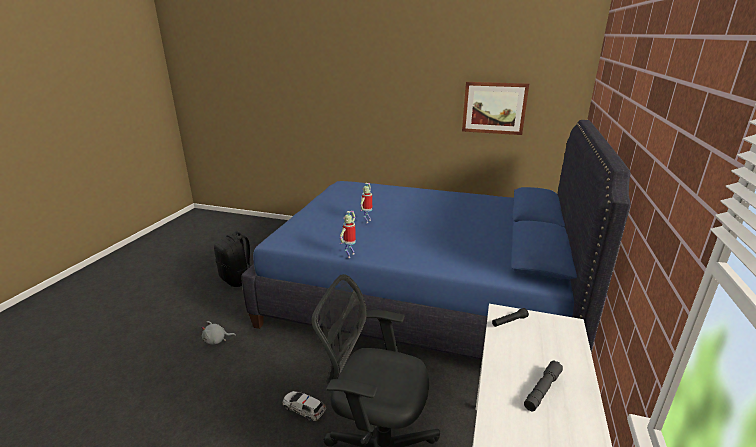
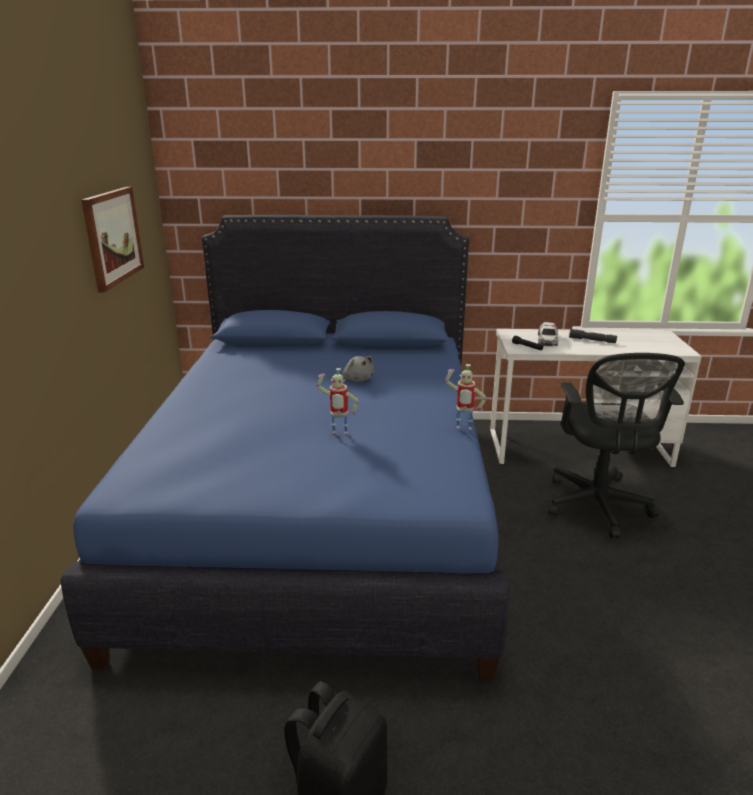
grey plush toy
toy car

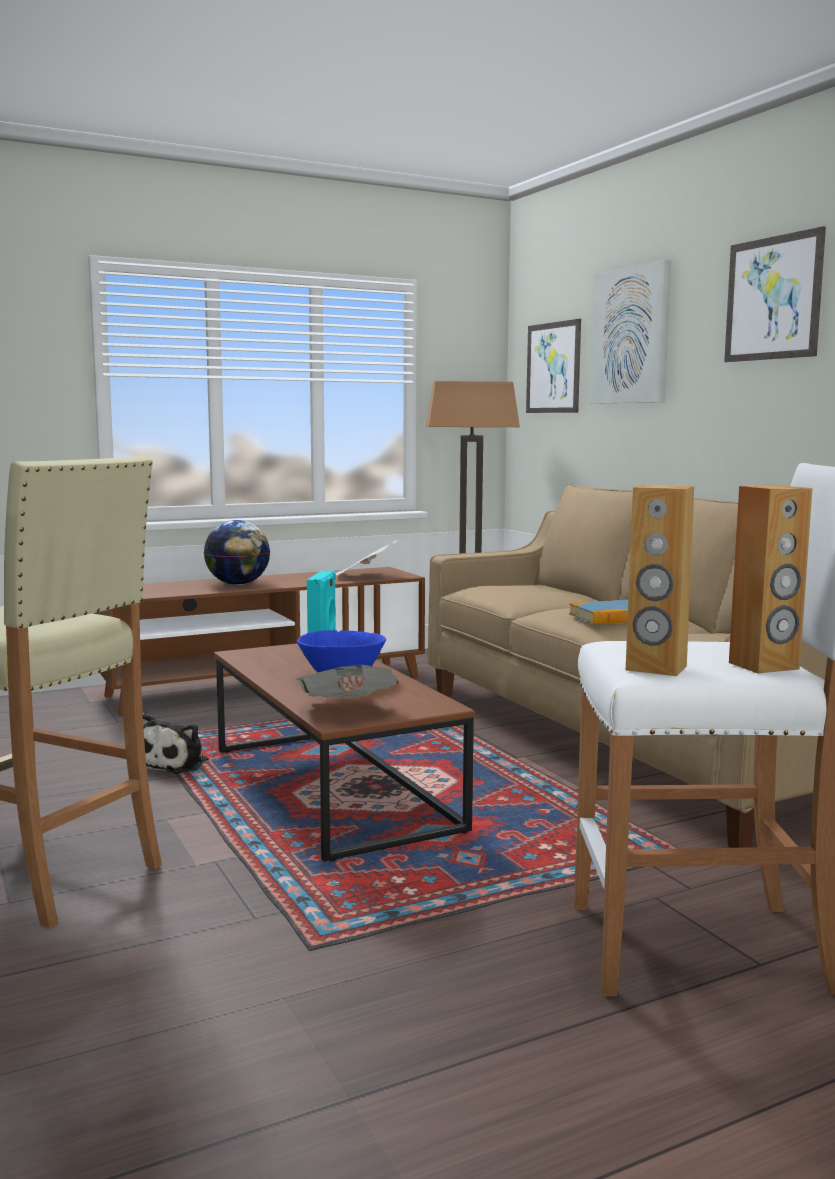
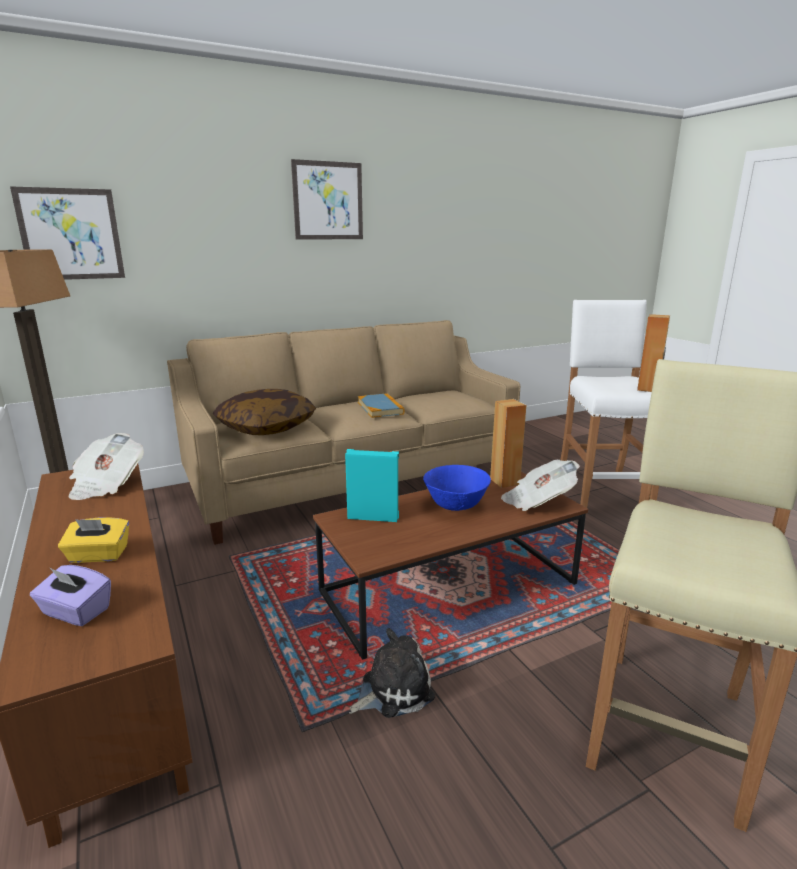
plush toy
yellow tissue box
picture (no. 2 from left in the first image)
brown speaker (no. 1 from left)
purple tissue box
pillow

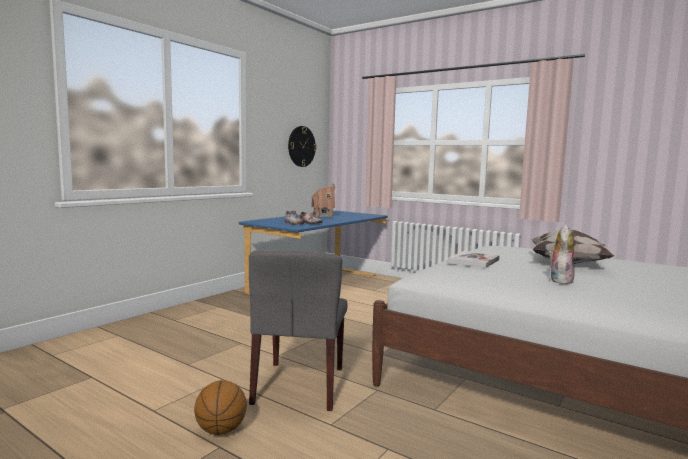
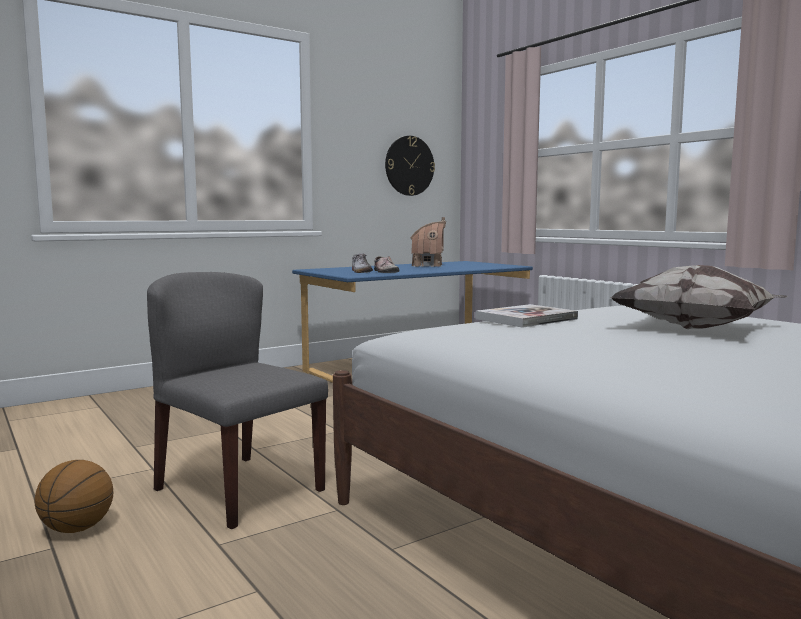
grey chair
plush toy

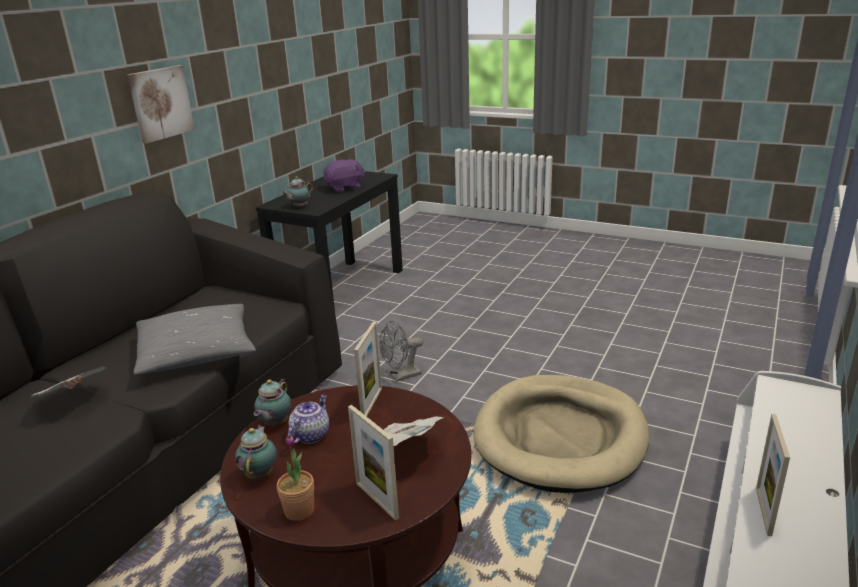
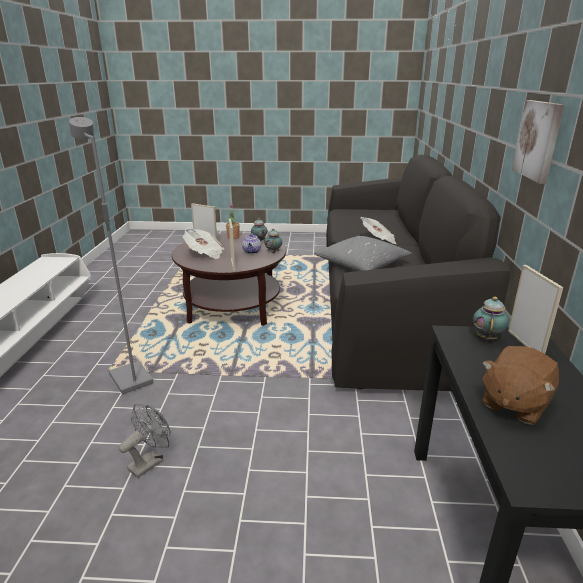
brown plush toy
grey fan
grey floor lamp
picture frame (no. 3 from left)

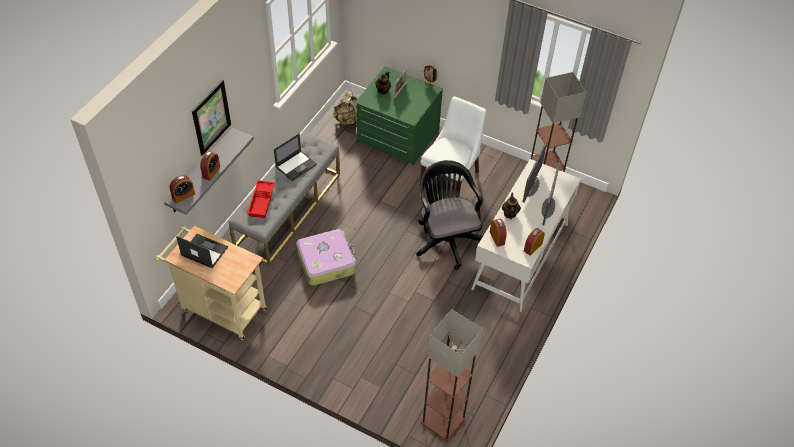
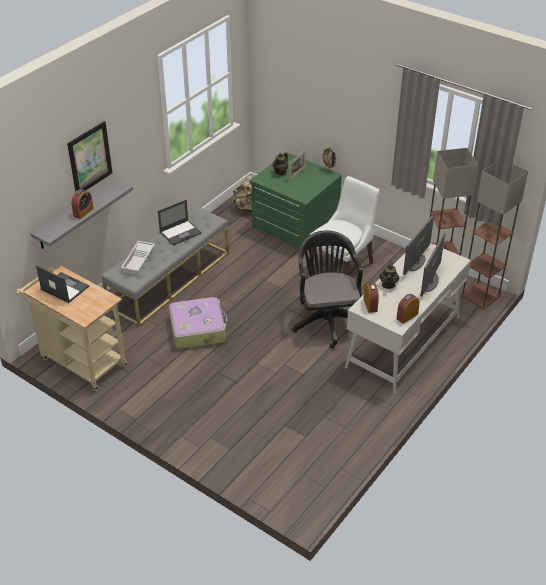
alarm clock (no. 1 from left in the first image)
white tray
floor lamp (no. 2 from left)

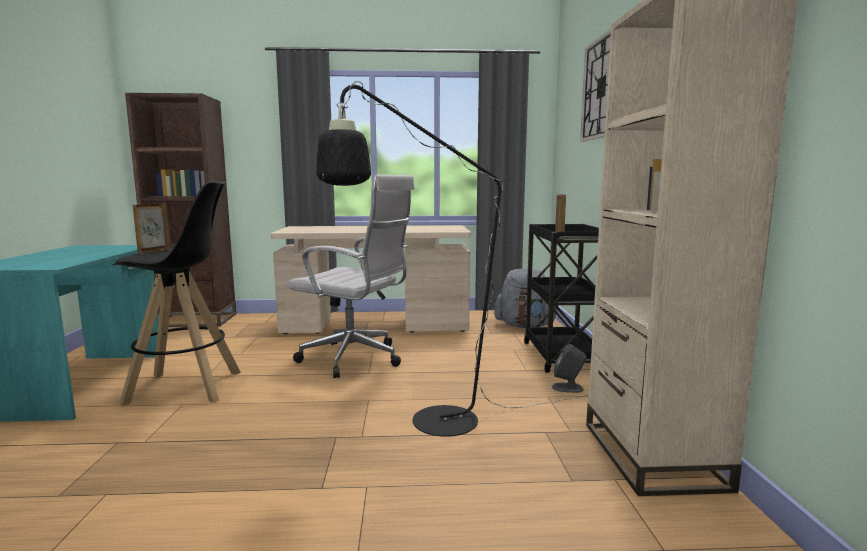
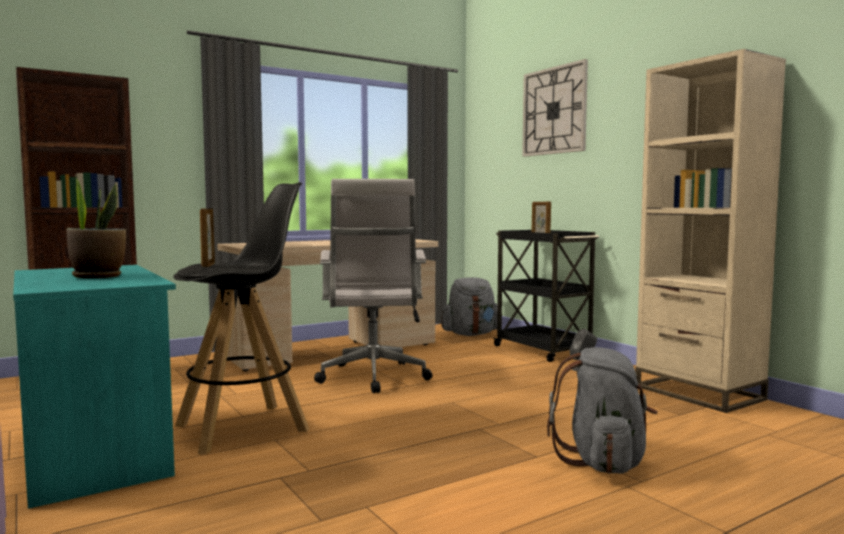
white office chair
black floor lamp
potted plant
grey backpack (no. 2 from left)

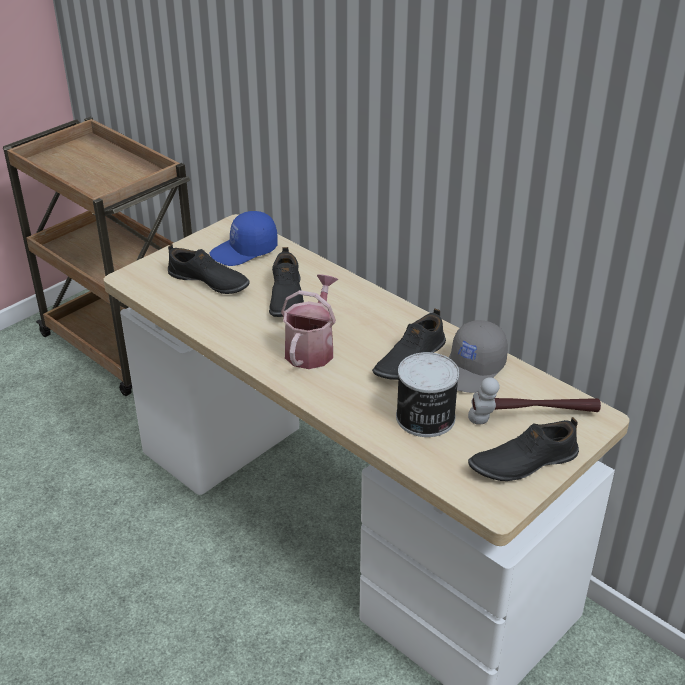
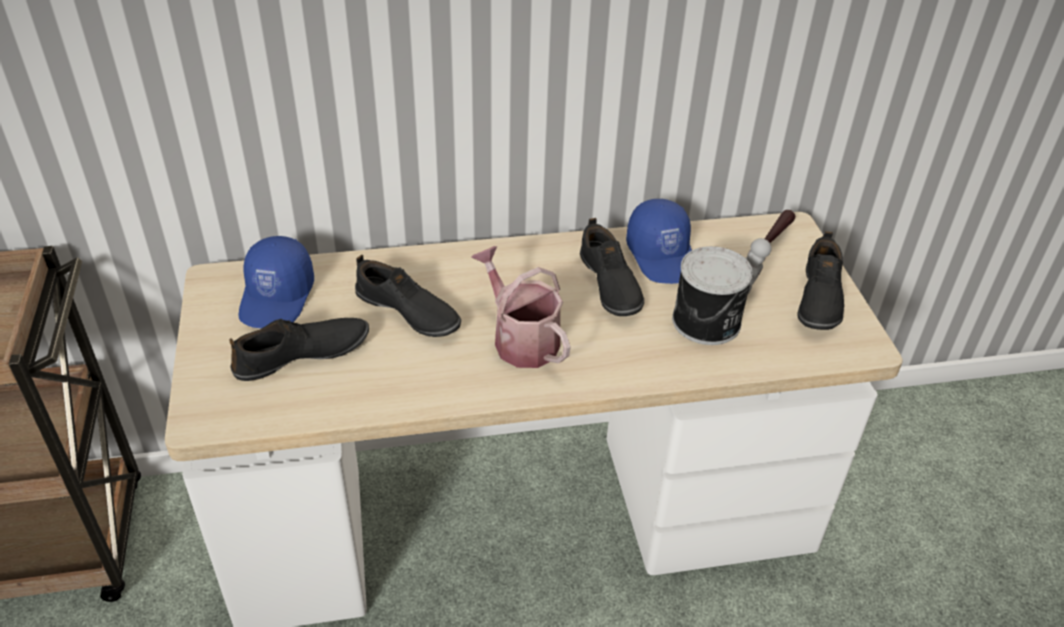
blue cap (no. 2 from left)

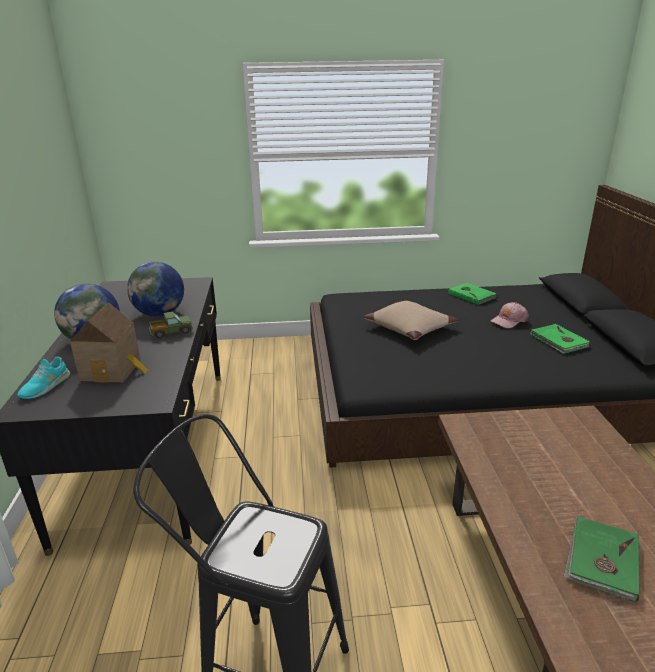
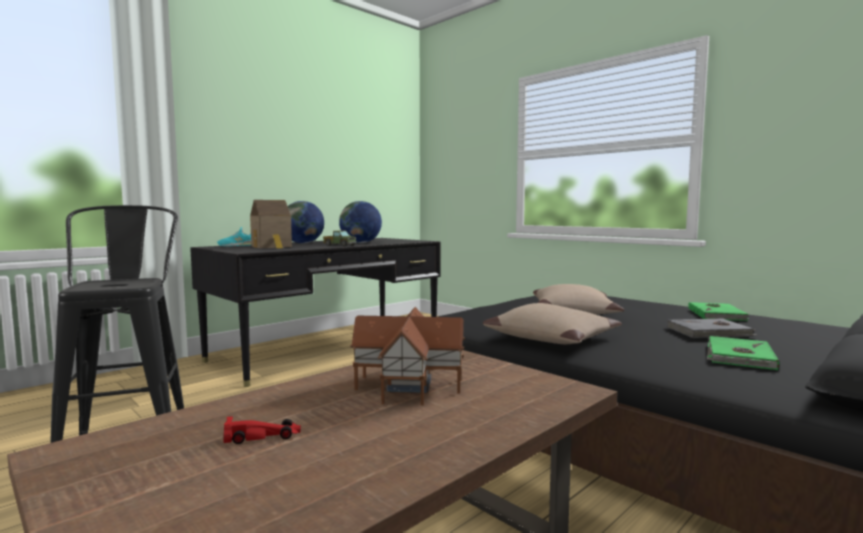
grey book
red toy car
toy house (no. 2 from left)
beige pillow (no. 1 from left)

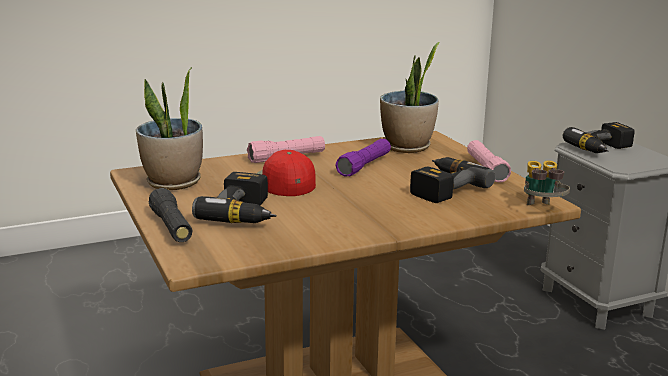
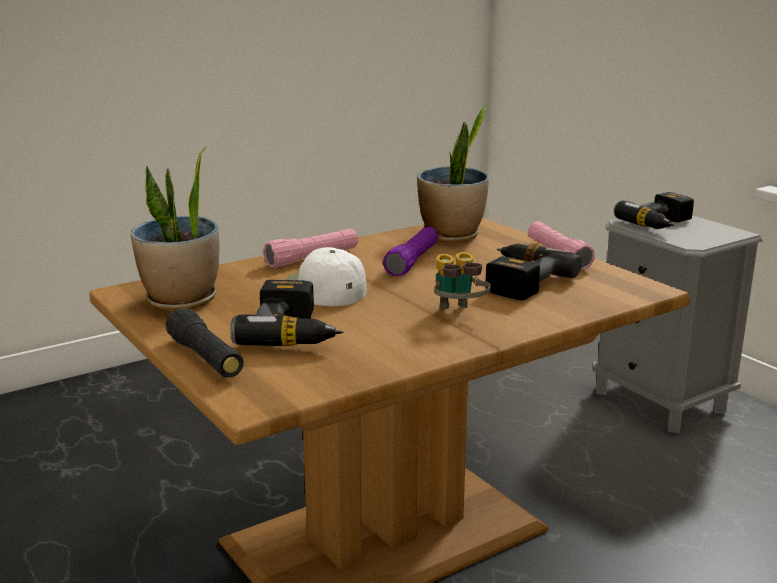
white cap
binoculars

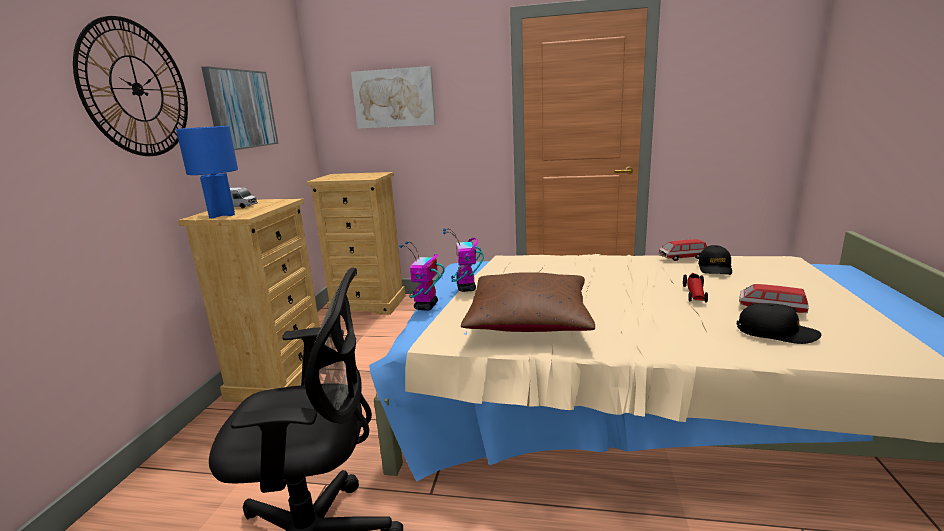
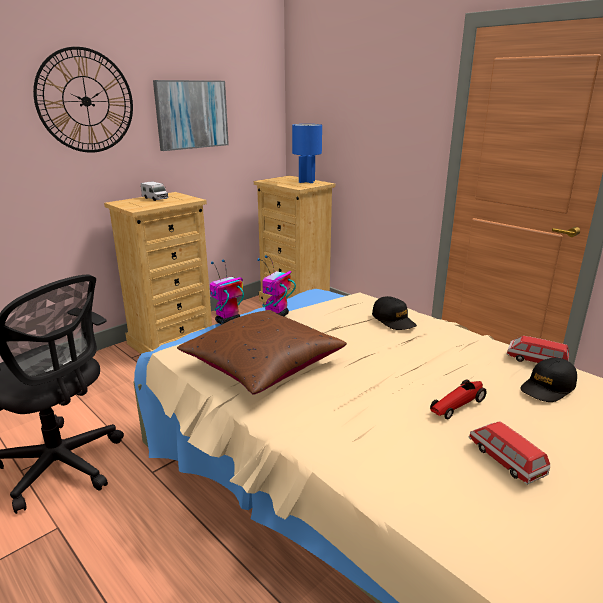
blue table lamp
picture (no. 2 from left in the first image)
black cap (no. 1 from left)

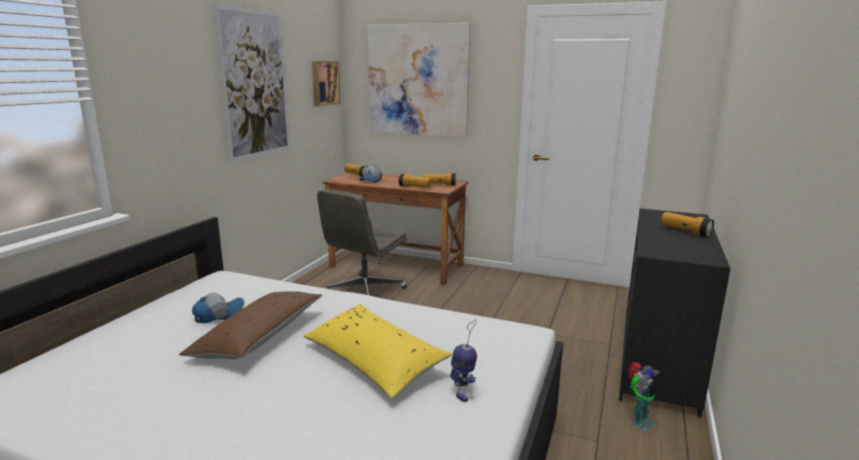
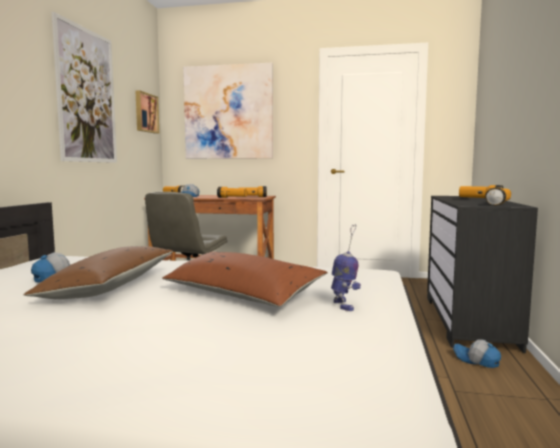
brown pillow (no. 2 from left)
cap (no. 3 from left)
flashlight (no. 5 from left)

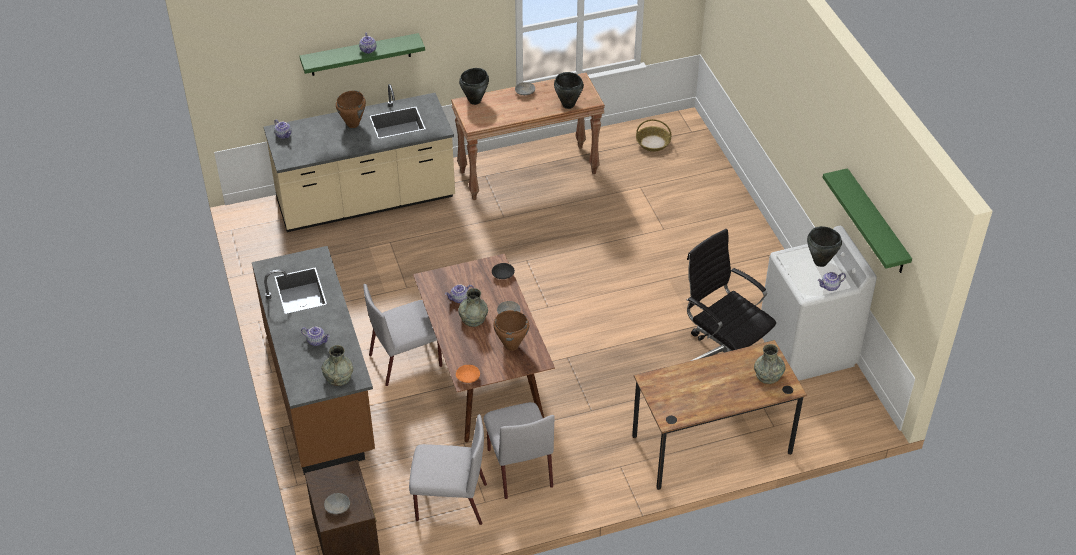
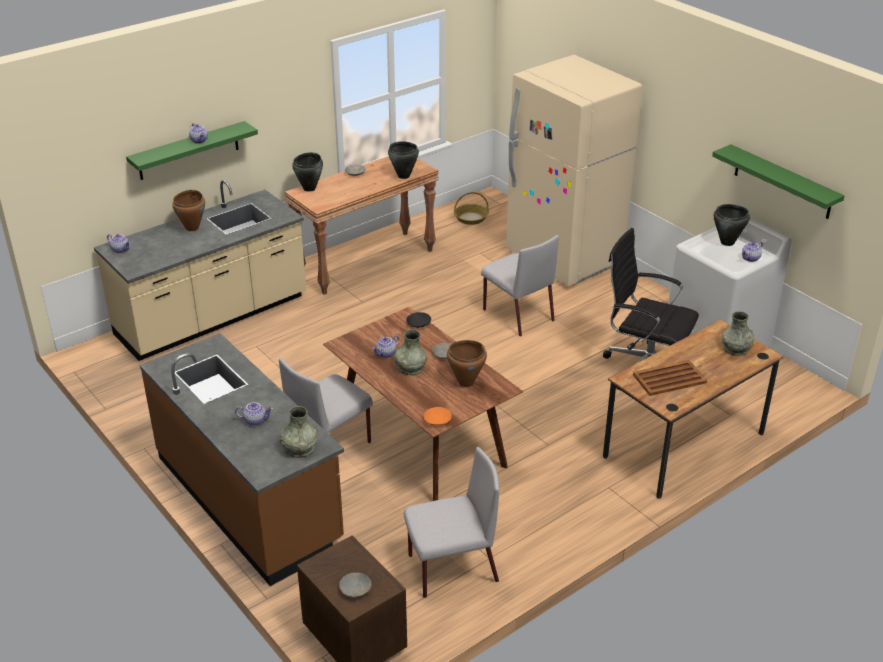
grey chair (no. 3 from left)
beige fridge
brown tray

